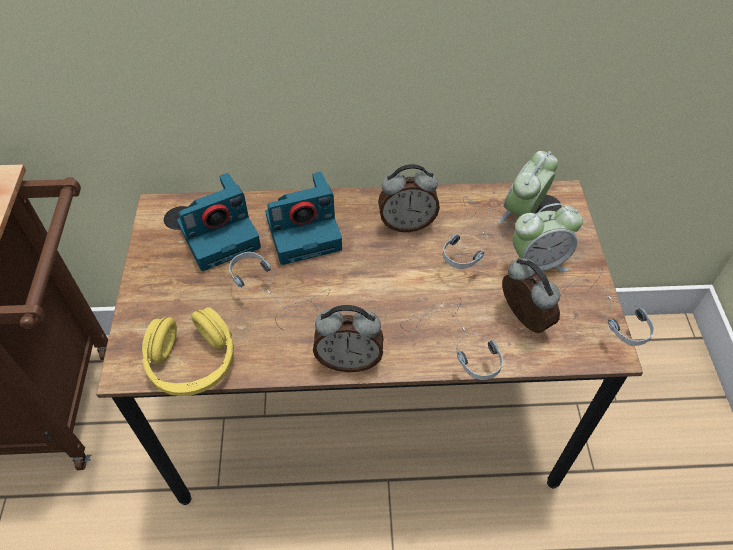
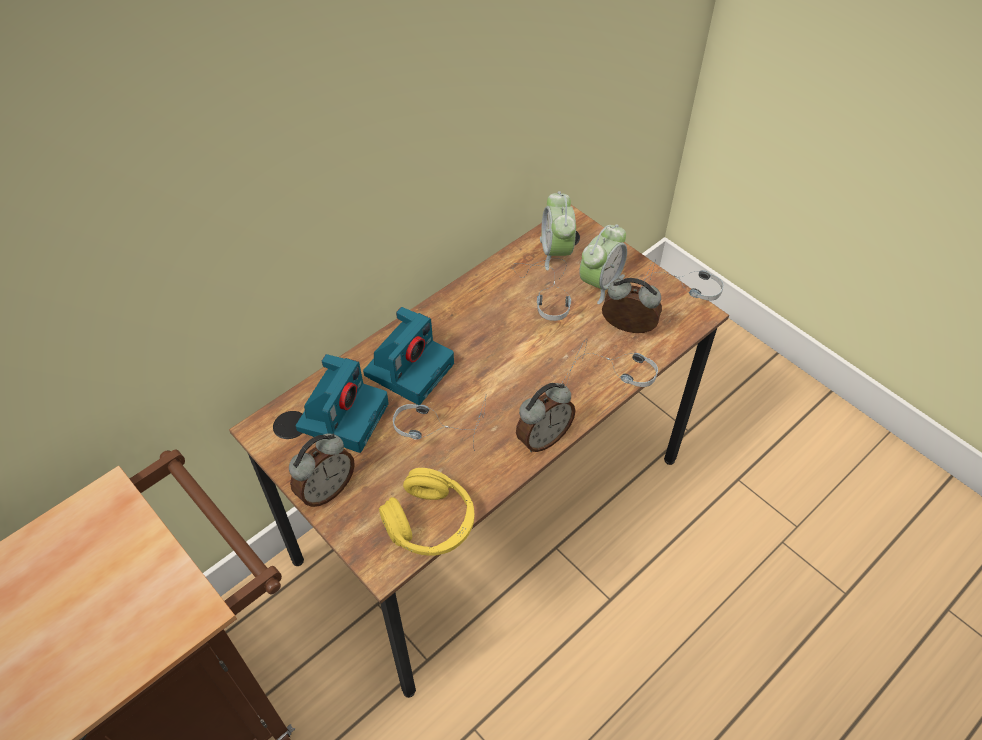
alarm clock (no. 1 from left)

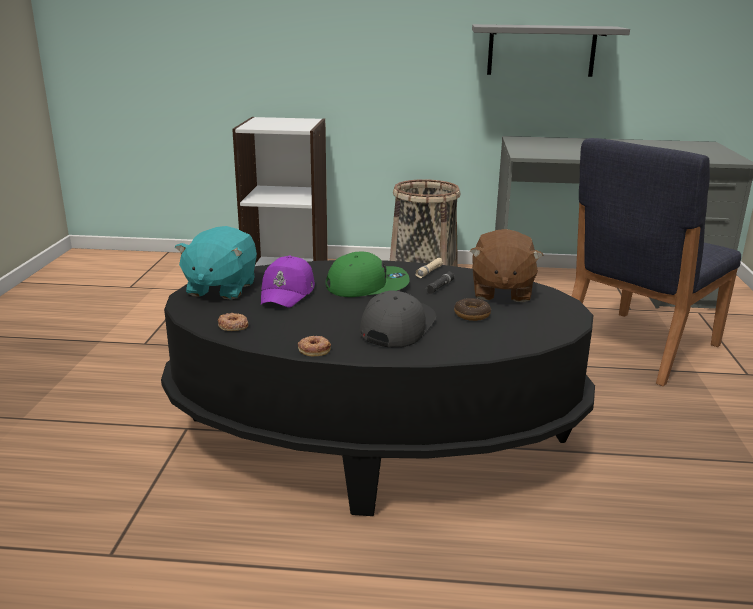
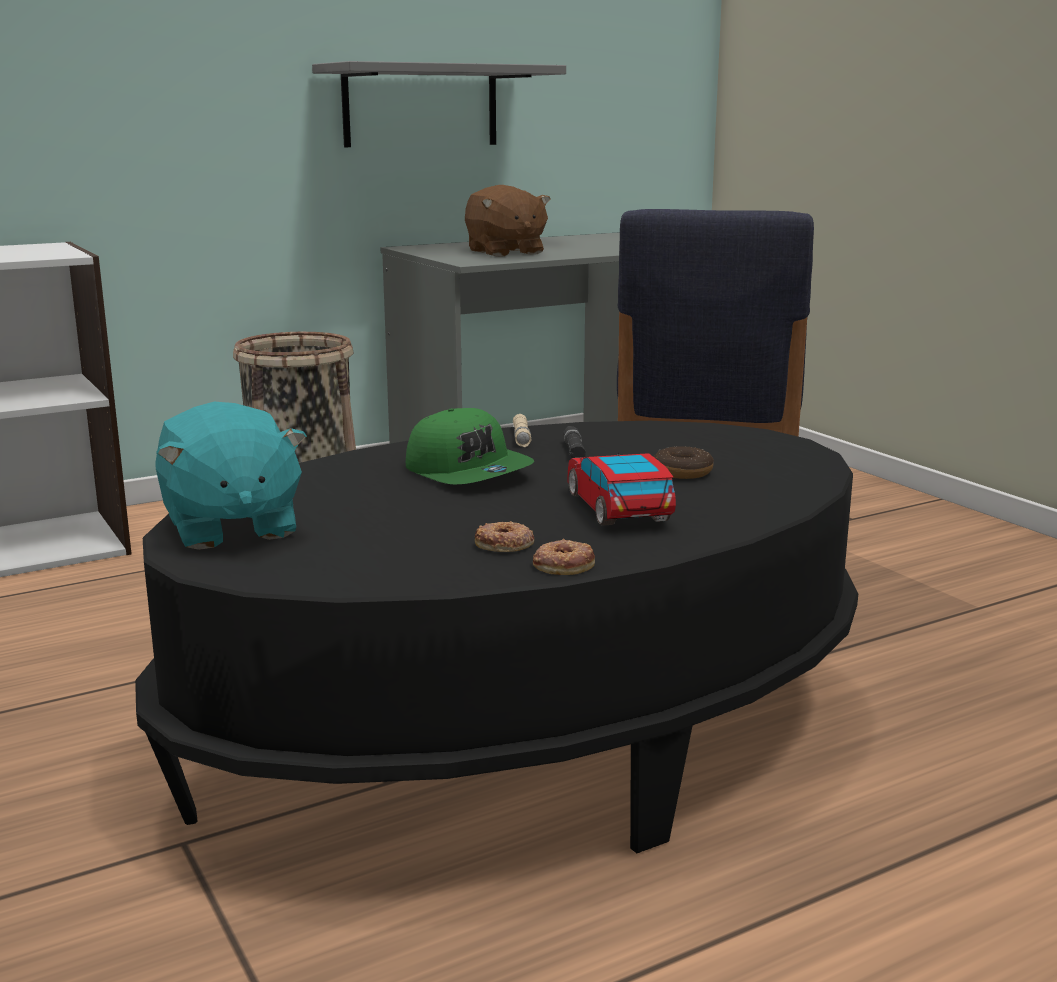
donut (no. 1 from left)
purple cap
green cap
toy car
brown plush toy

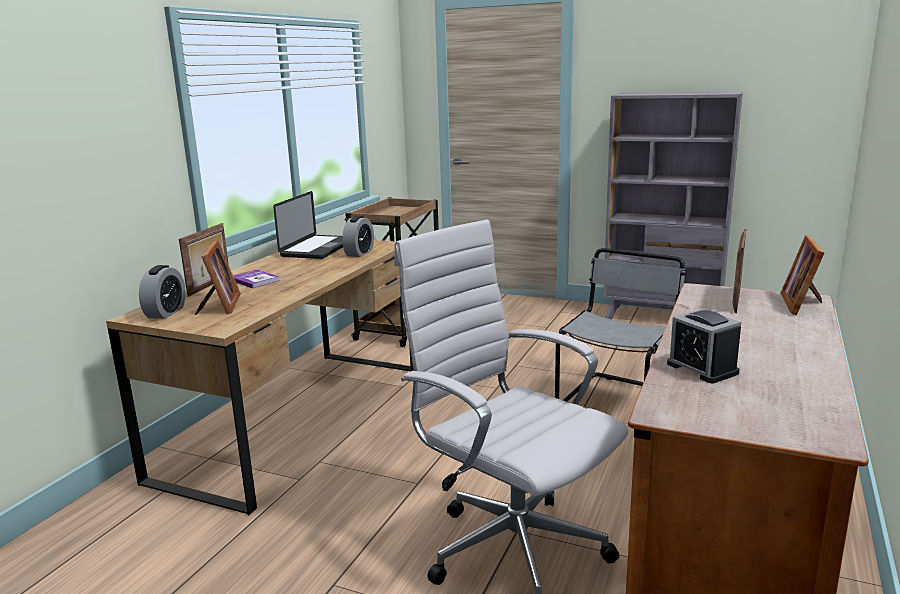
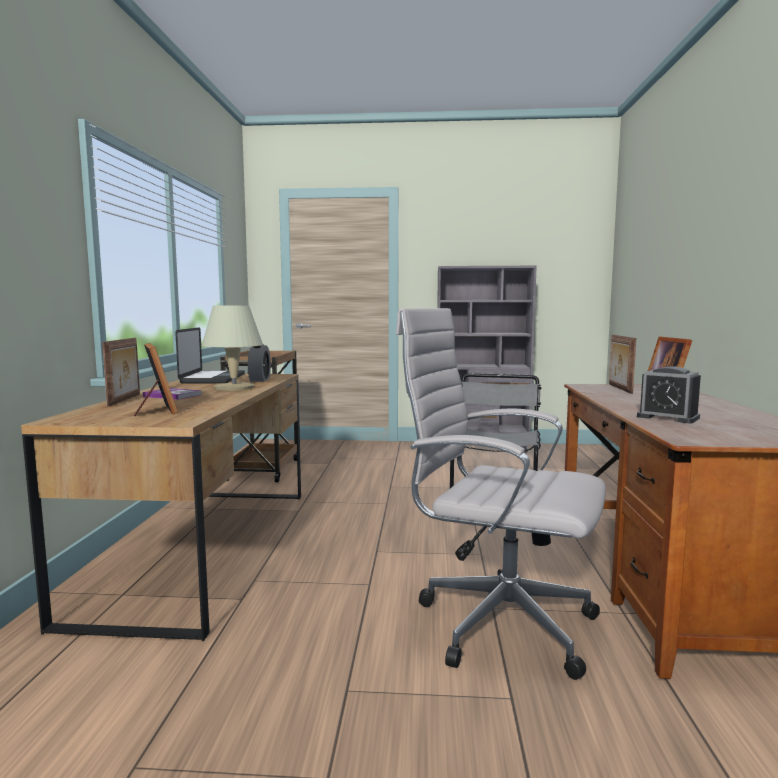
alarm clock (no. 1 from left in the first image)
beige table lamp

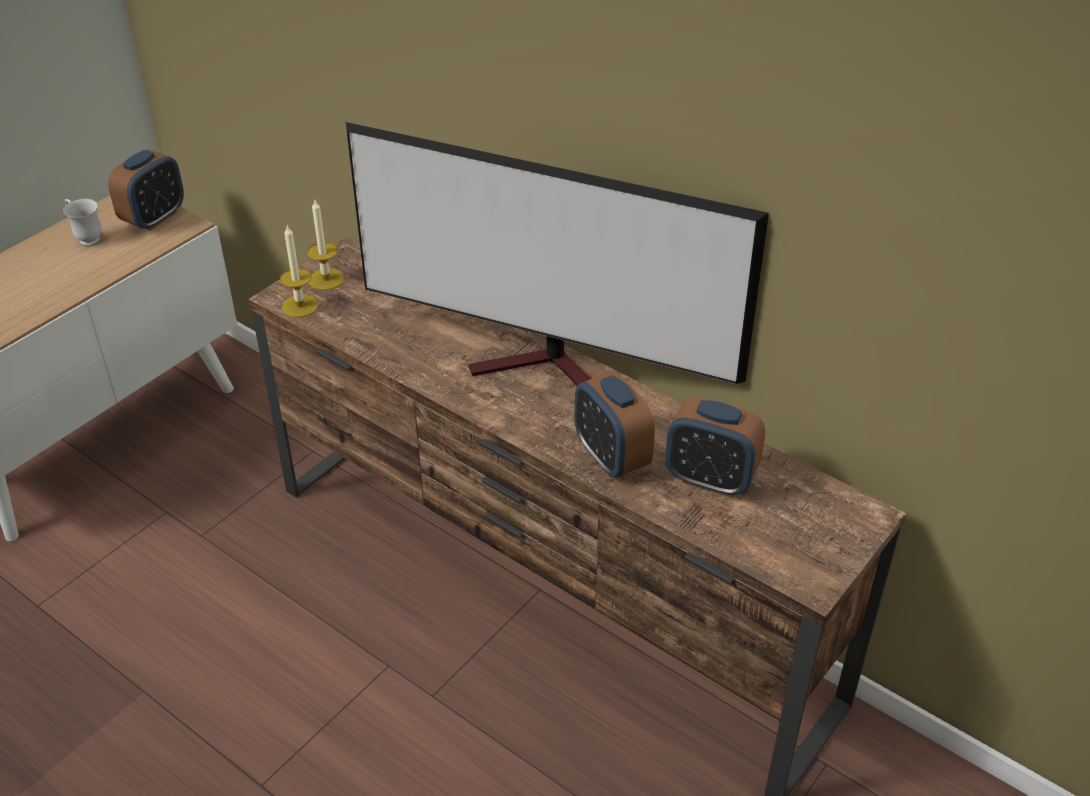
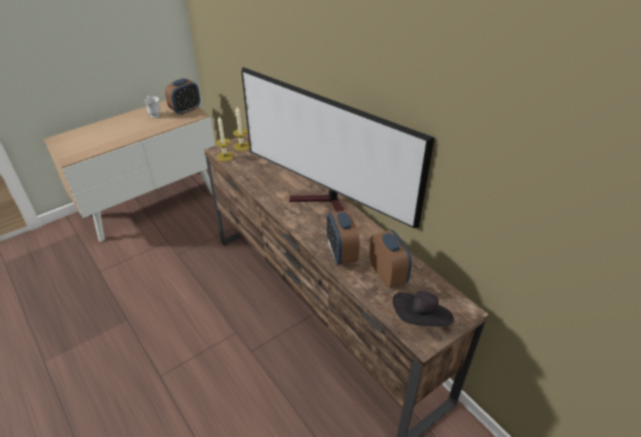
alarm clock (no. 3 from left)
black hat

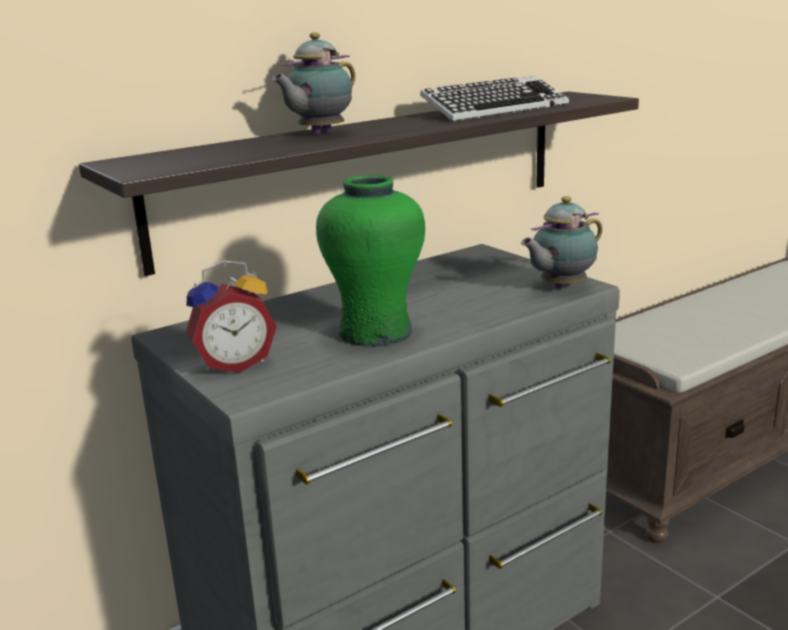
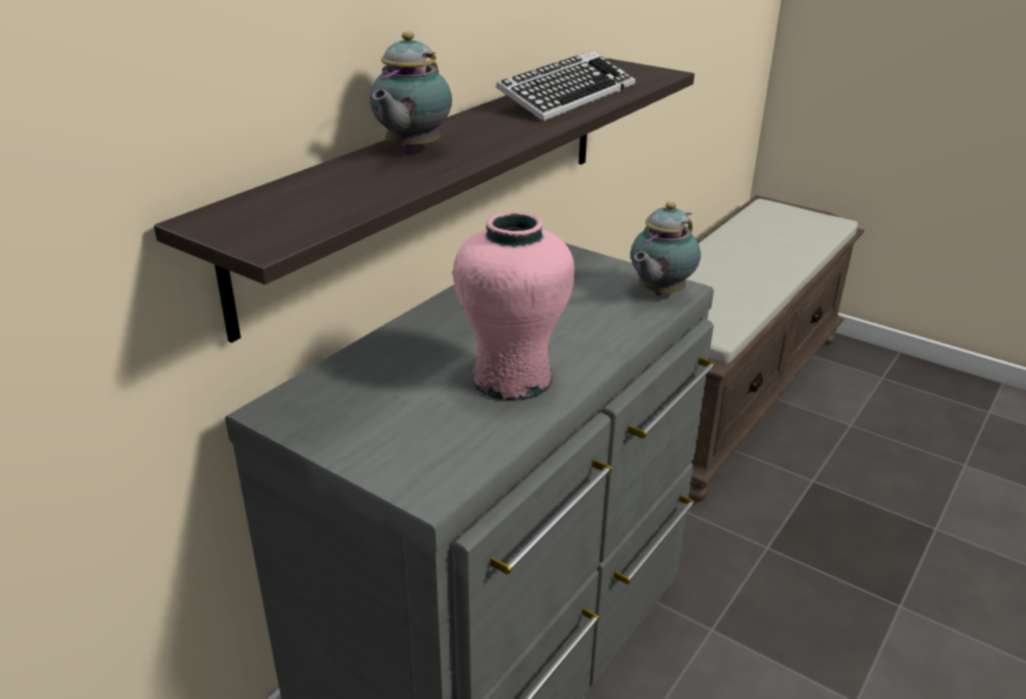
alarm clock
pink vase

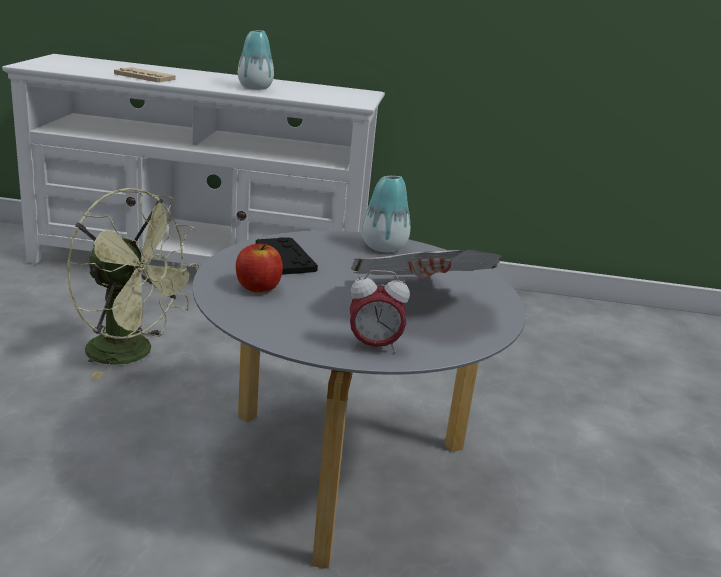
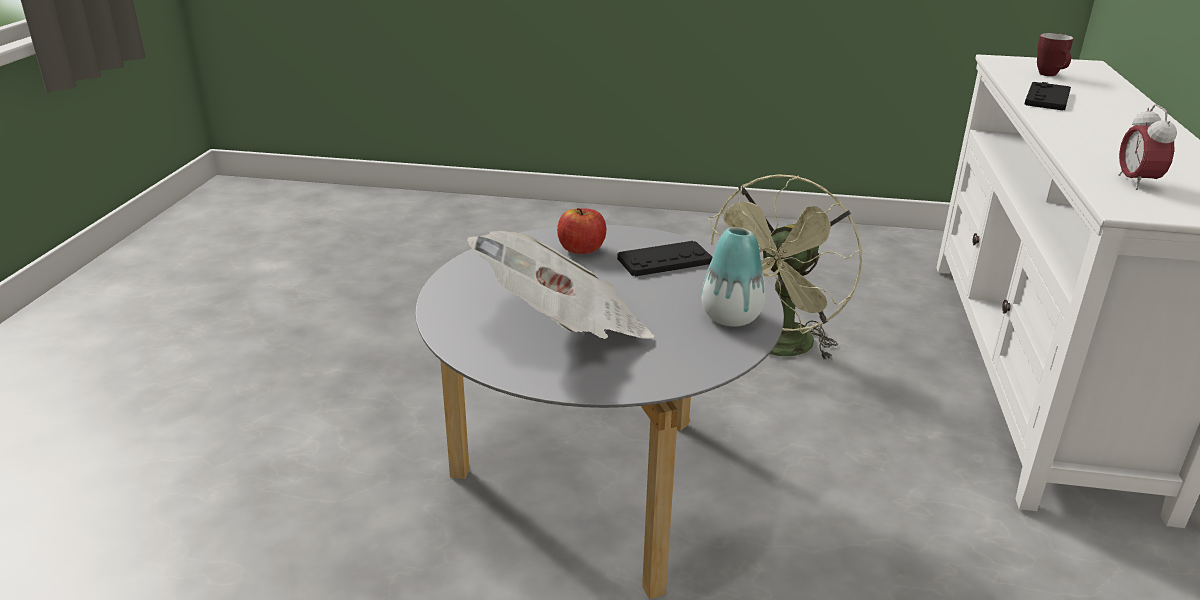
black game controller (no. 2 from left)
vase (no. 1 from left in the first image)
alarm clock
mug

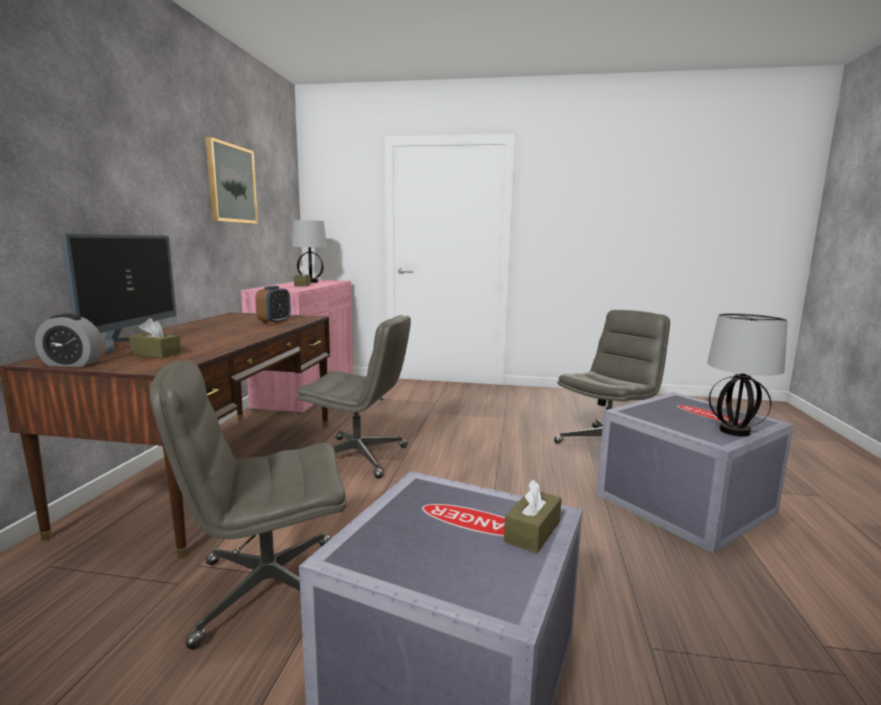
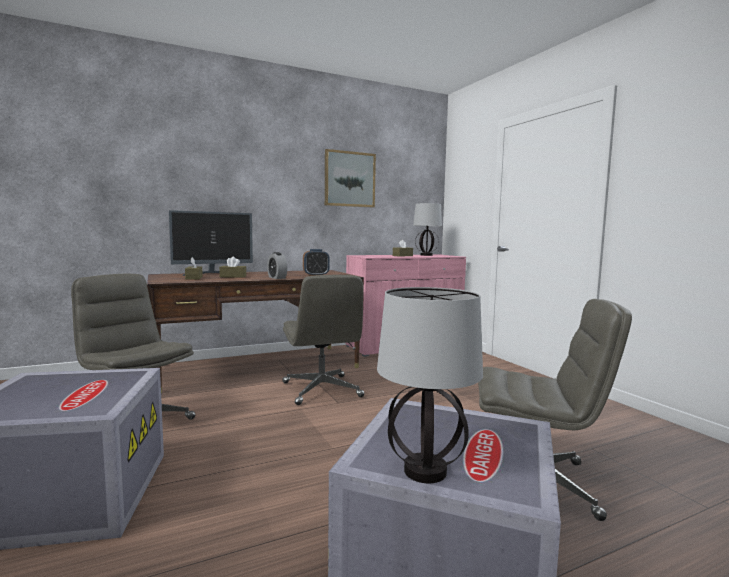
alarm clock (no. 1 from left)
brown tissue box (no. 2 from left)

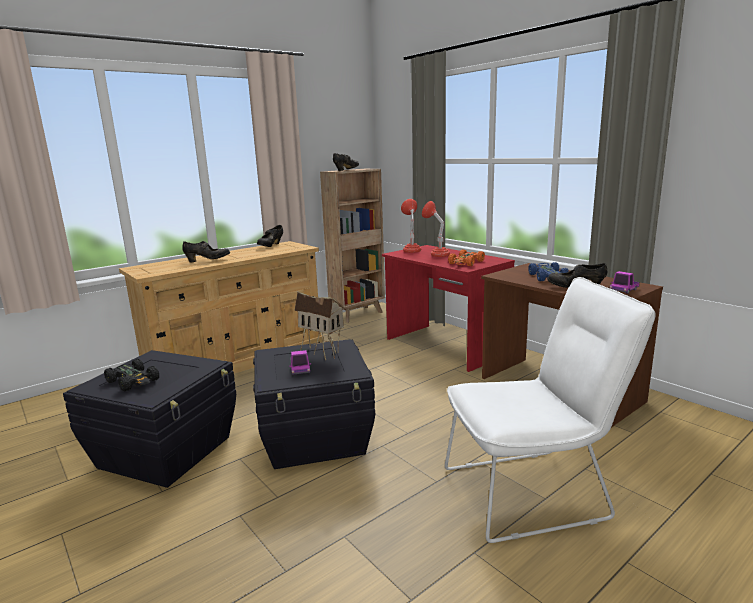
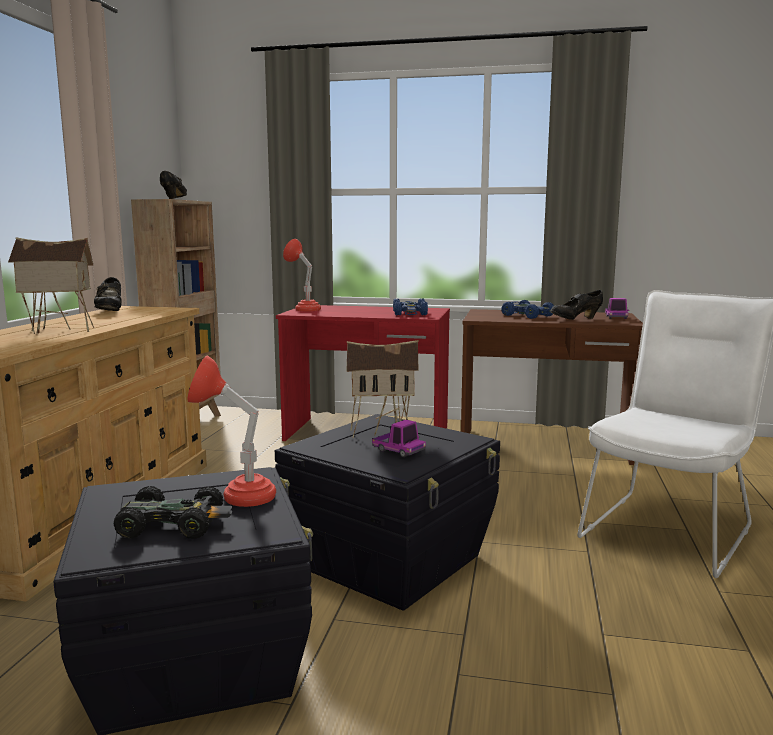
toy house (no. 1 from left)
red table lamp (no. 1 from left)
blue toy car (no. 1 from left)

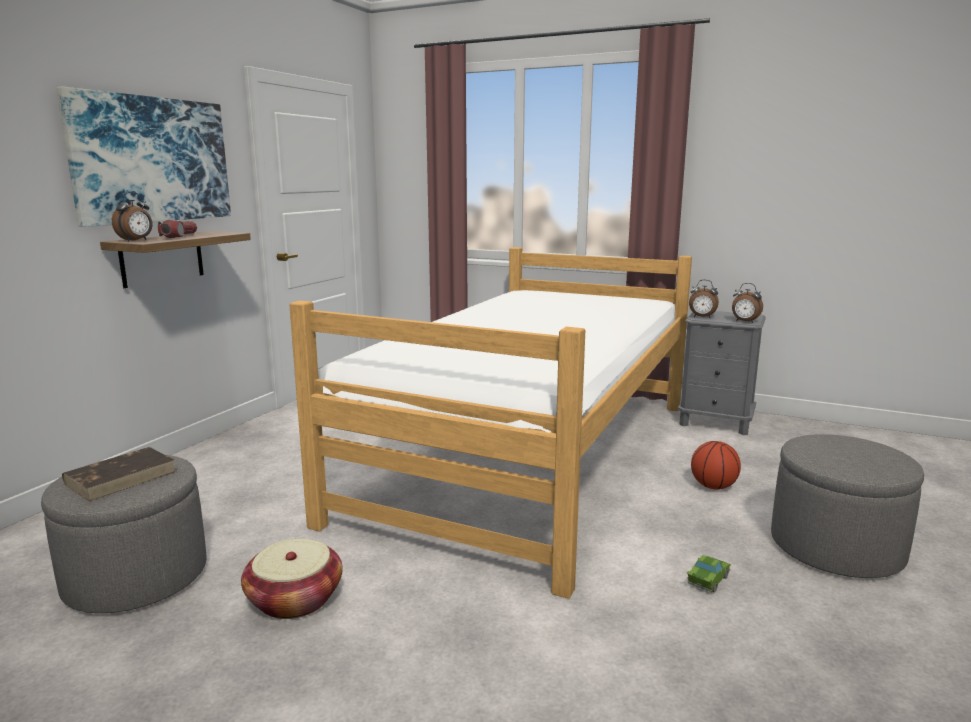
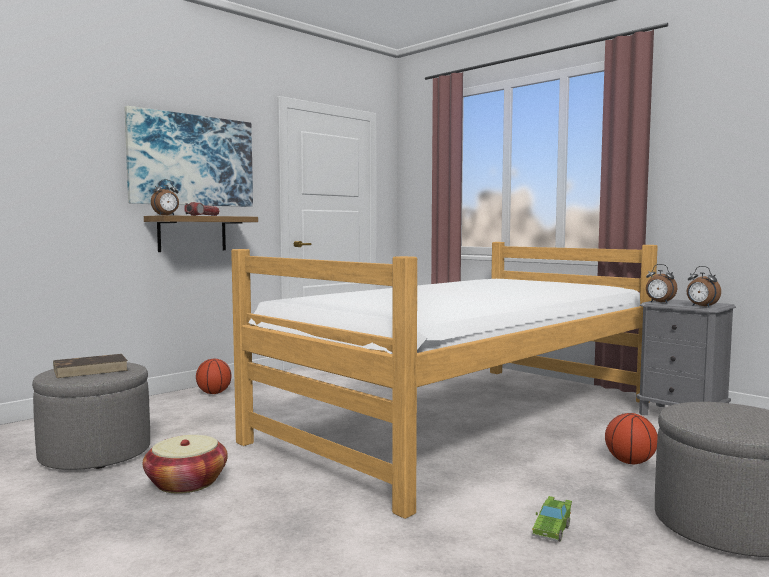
green toy car
basketball (no. 1 from left)

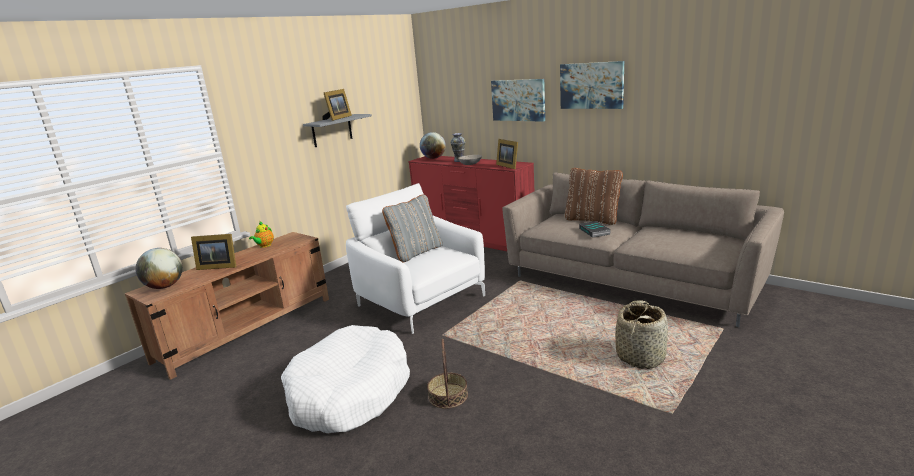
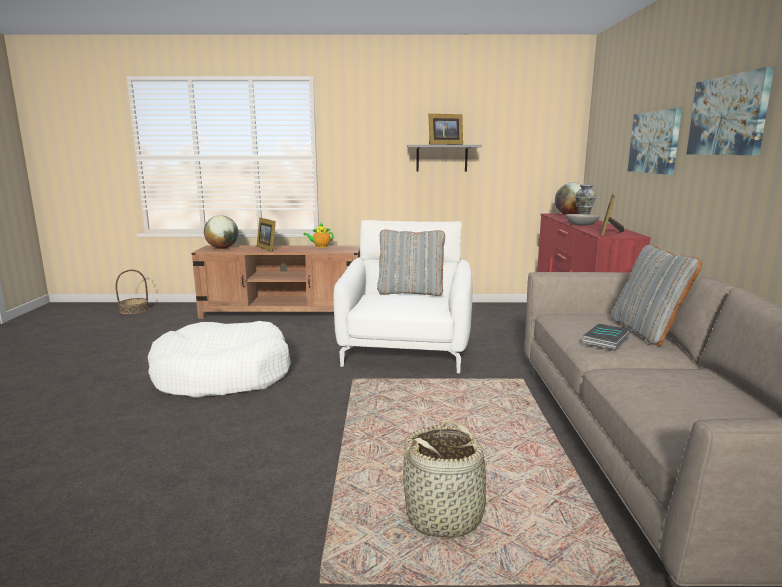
basket (no. 1 from left)
grey pillow (no. 2 from left)

